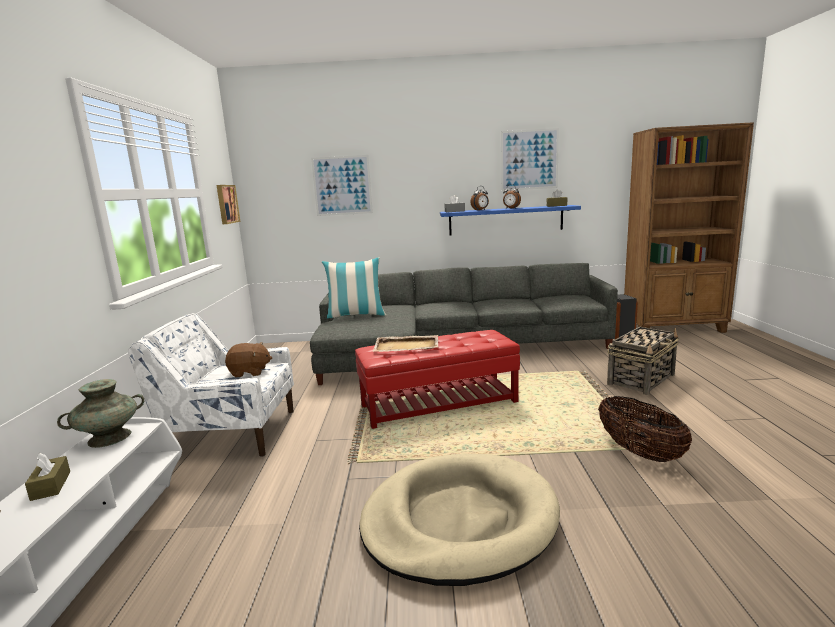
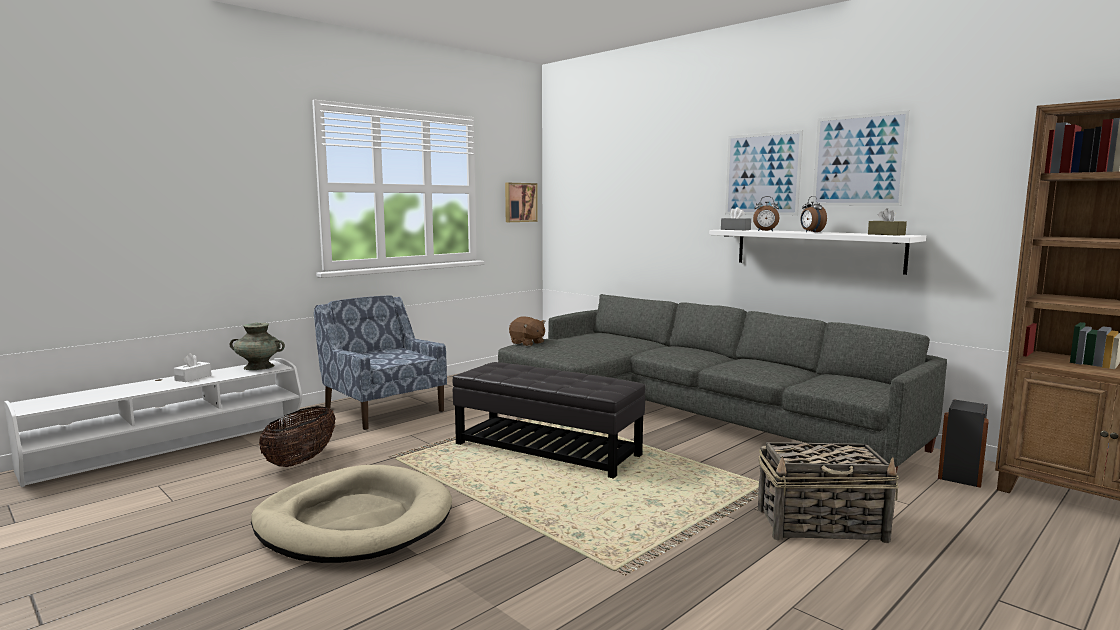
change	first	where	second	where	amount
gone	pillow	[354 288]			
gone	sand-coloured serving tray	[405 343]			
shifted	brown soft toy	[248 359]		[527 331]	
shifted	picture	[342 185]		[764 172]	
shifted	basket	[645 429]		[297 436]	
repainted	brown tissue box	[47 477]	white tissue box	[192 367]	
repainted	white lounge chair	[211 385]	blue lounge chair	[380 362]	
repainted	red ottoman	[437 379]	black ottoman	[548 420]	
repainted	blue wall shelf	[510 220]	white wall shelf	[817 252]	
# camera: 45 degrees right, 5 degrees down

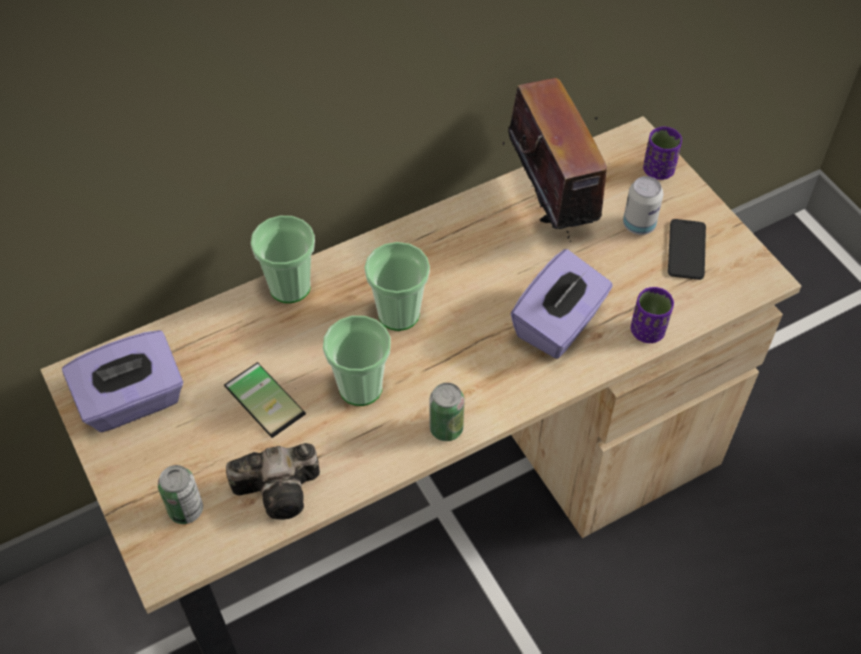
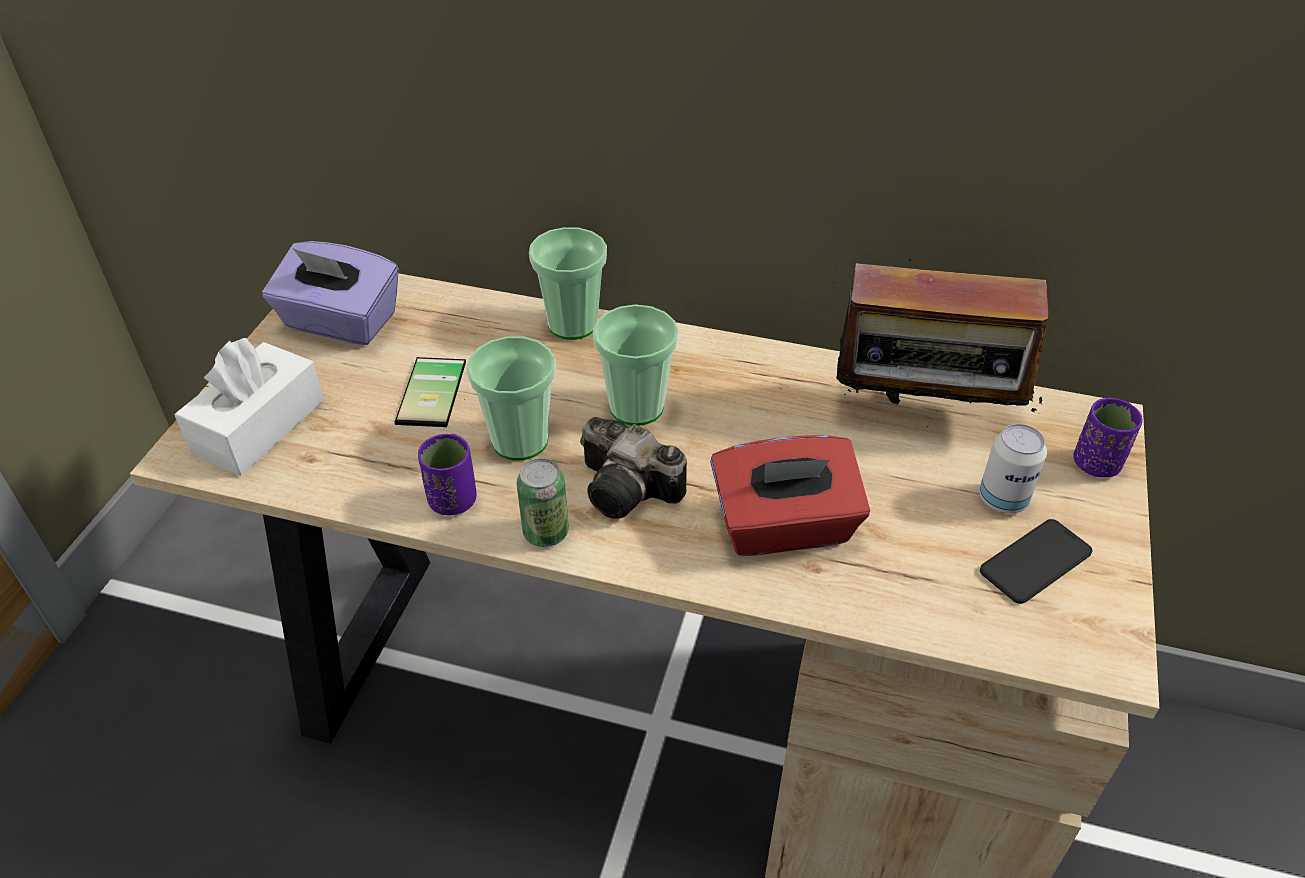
change	first	where	second	where	amount
shifted	still camera	[273 481]		[633 468]	
shifted	purple small cup	[652 315]		[447 474]	
swapped	sealed can	[180 494]	white tissue box	[249 407]	
repainted	purple tissue box	[561 304]	red tissue box	[790 495]	
rotated	radio set	[555 160]		[941 332]	75 degrees clockwise
# camera: 45 degrees right, 10 degrees down

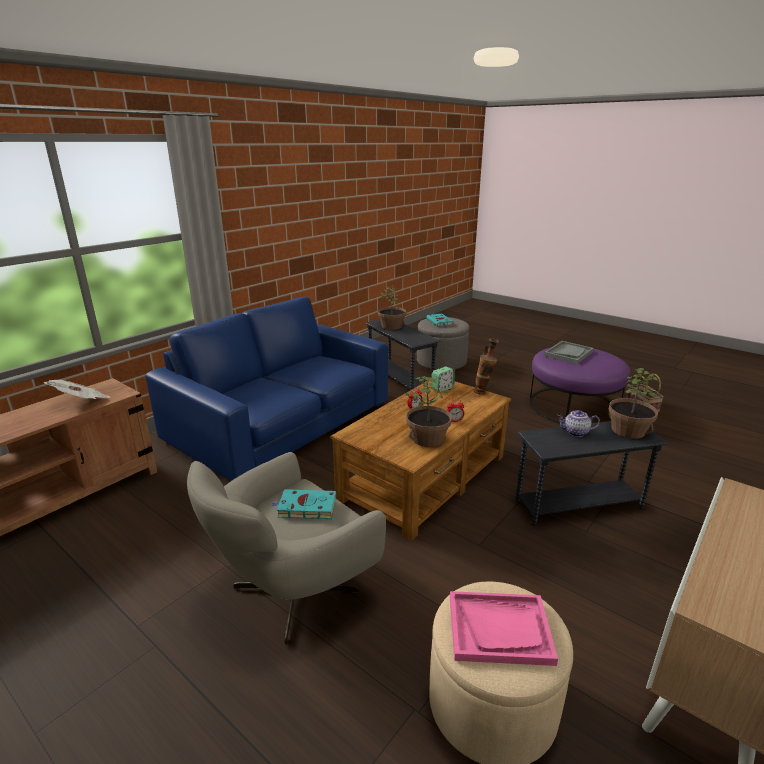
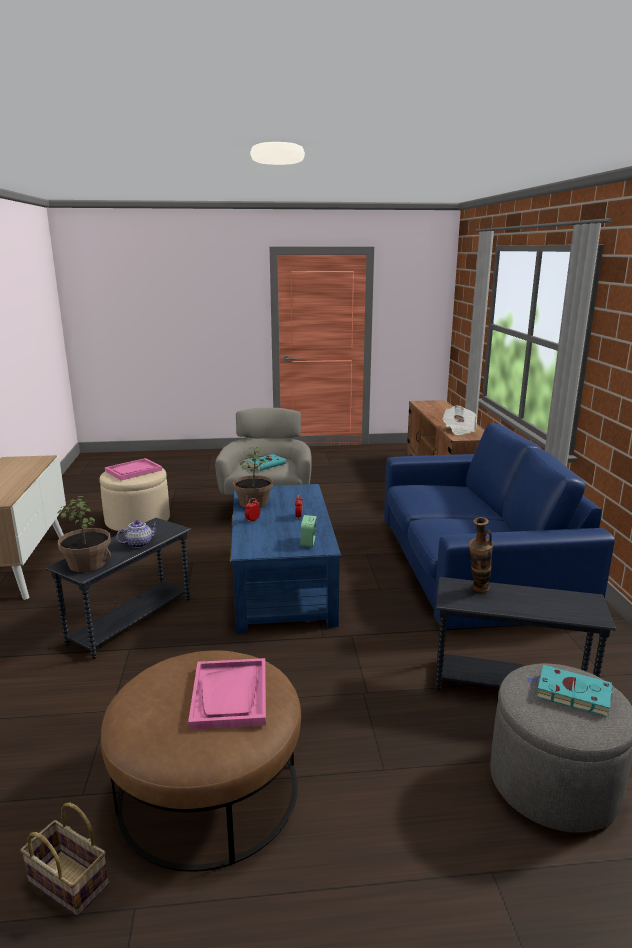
change	first	where	second	where	amount
gone	plant in a pot	[392 308]			
shifted	flower vase	[486 366]		[480 555]	
repainted	brown coffee table	[420 461]	blue coffee table	[285 558]	
repainted	purple ottoman	[579 385]	brown ottoman	[200 761]	
repainted	greyish serving tray	[569 352]	pink serving tray	[227 694]	
# camera: 135 degrees right, 5 degrees down

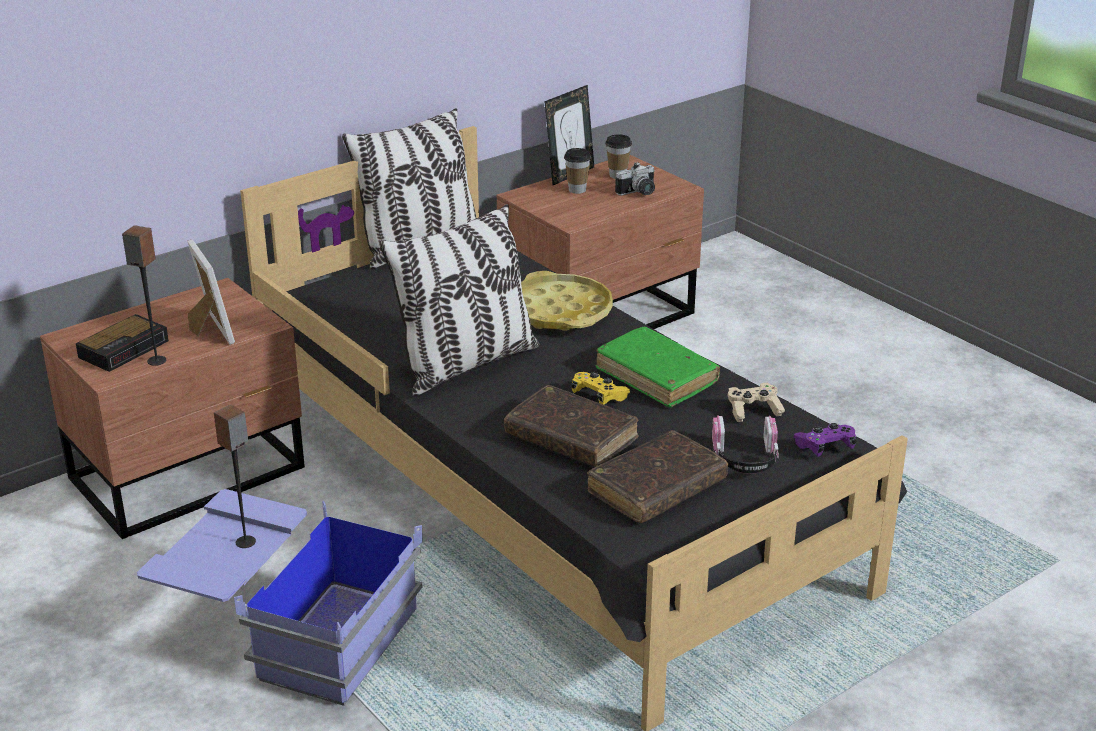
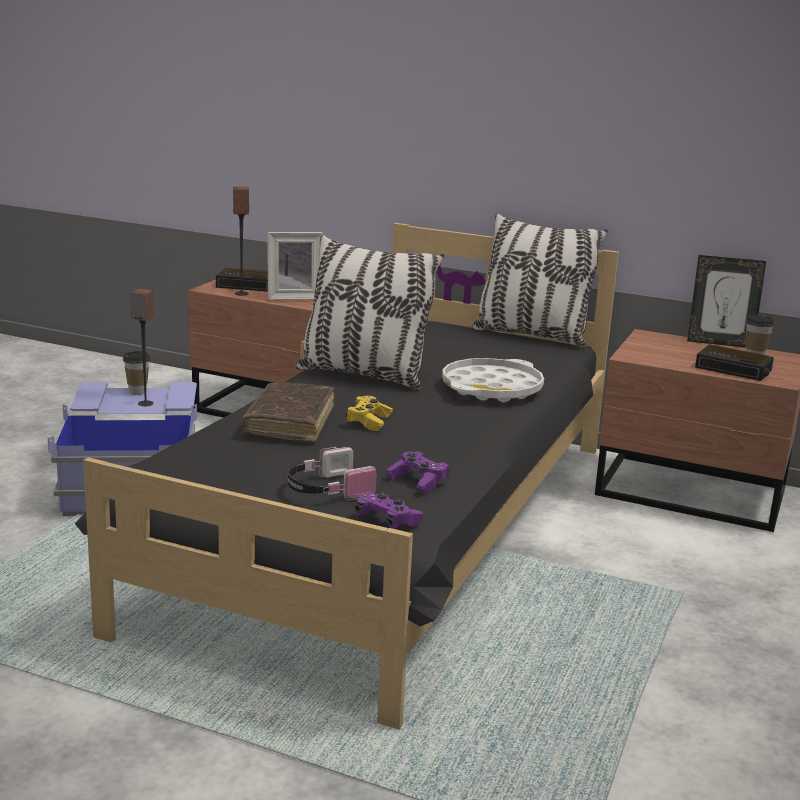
change	first	where	second	where	amount
gone	brown book	[657 476]			
gone	green book	[657 367]			
shifted	small cup	[577 171]		[136 373]	
swapped	still camera	[635 179]	table clock	[734 362]	
repainted	yellowish serving tray	[567 301]	white serving tray	[493 380]	
repainted	sand-coloured joypad	[756 402]	purple joypad	[418 472]	
rotated	standing frame	[211 292]		[295 266]	45 degrees clockwise
# camera: 60 degrees right, 10 degrees down

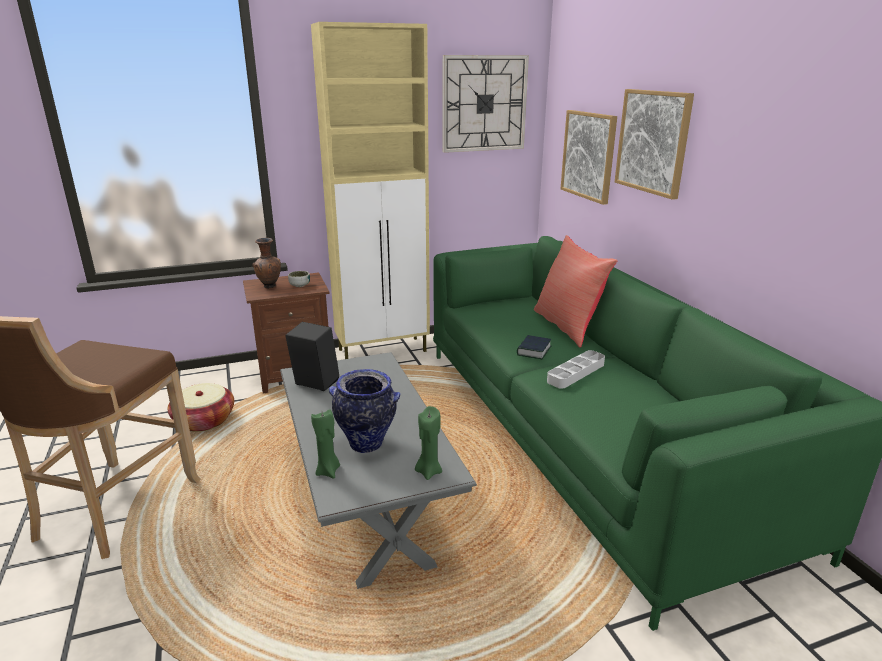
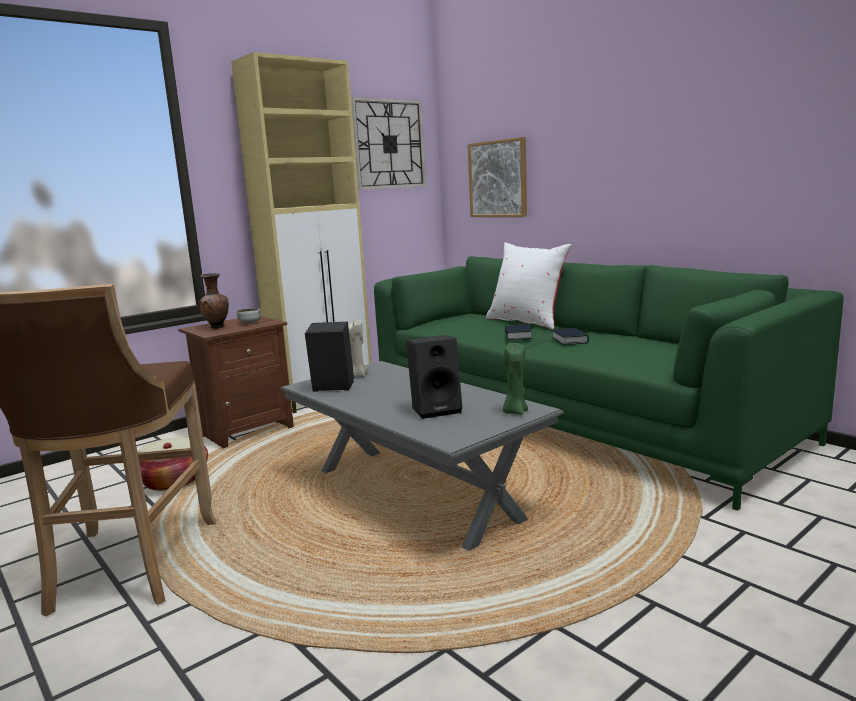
change	first	where	second	where	amount
gone	green wax candle	[325 444]			
gone	picture	[654 144]			
new			sand-coloured wax candle	[358 348]	
swapped	flower vase	[364 411]	black speaker	[434 377]	
swapped	greyish serving tray	[576 369]	book	[570 336]	
repainted	red pillow	[575 291]	white pillow	[529 286]	
# camera: 20 degrees left, 10 degrees down

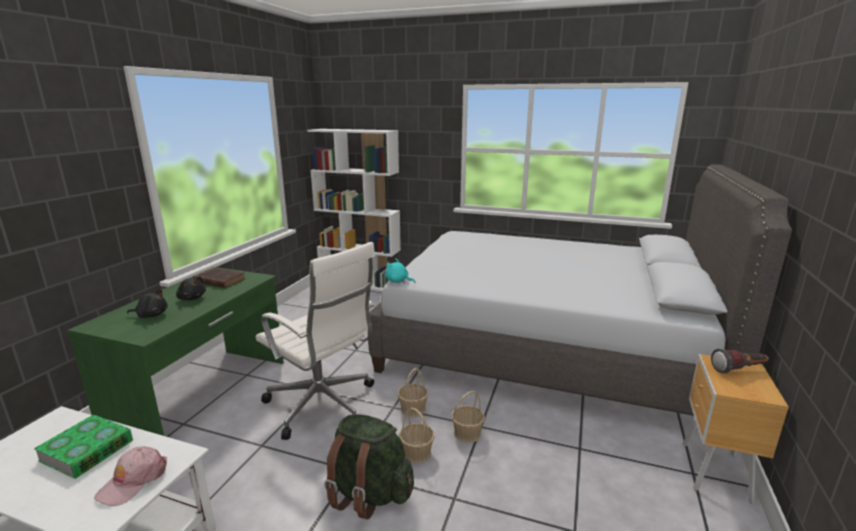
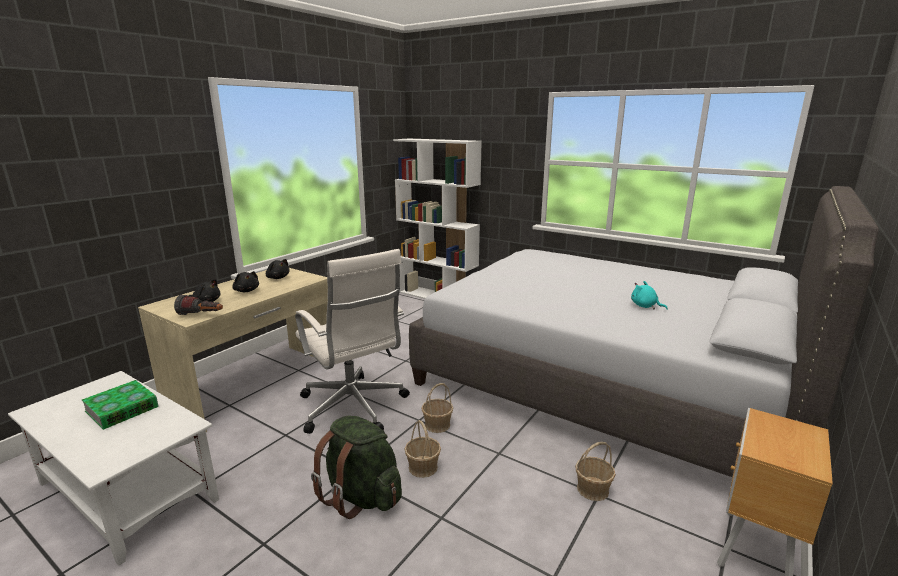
change	first	where	second	where	amount
gone	pink peaked cap	[130 476]			
shifted	turquoise soft toy	[400 271]		[649 295]	
shifted	basket	[468 417]		[595 471]	
shifted	flashlight	[740 361]		[198 305]	
swapped	brown book	[219 278]	black soft toy	[278 269]	
repainted	green desk unit	[175 351]	sand-coloured desk unit	[233 350]	
# camera: 15 degrees right, 0 degrees up

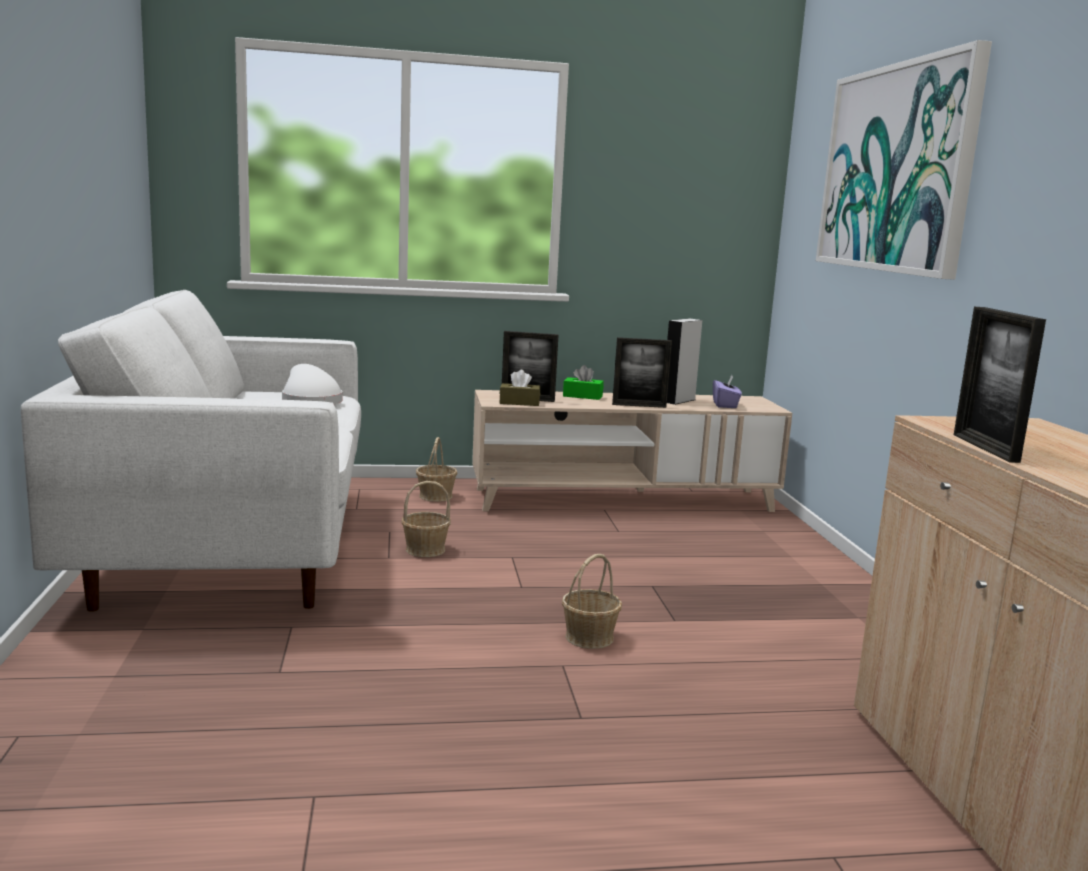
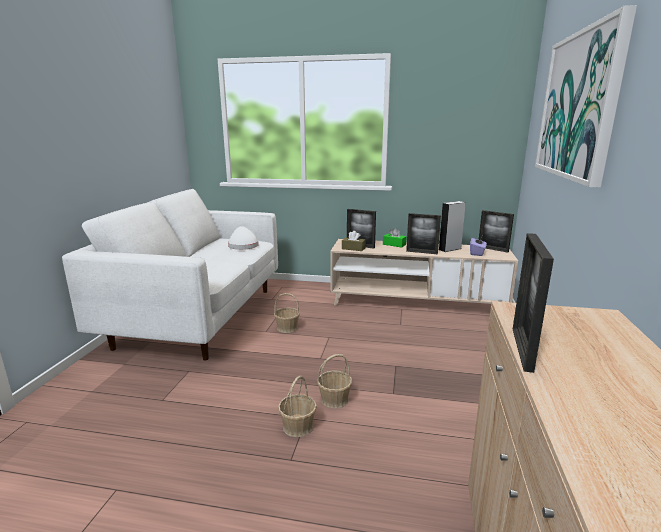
change	first	where	second	where	amount
new			standing frame	[496 231]	
shifted	basket	[436 469]		[297 406]	
# camera: 20 degrees right, 5 degrees up

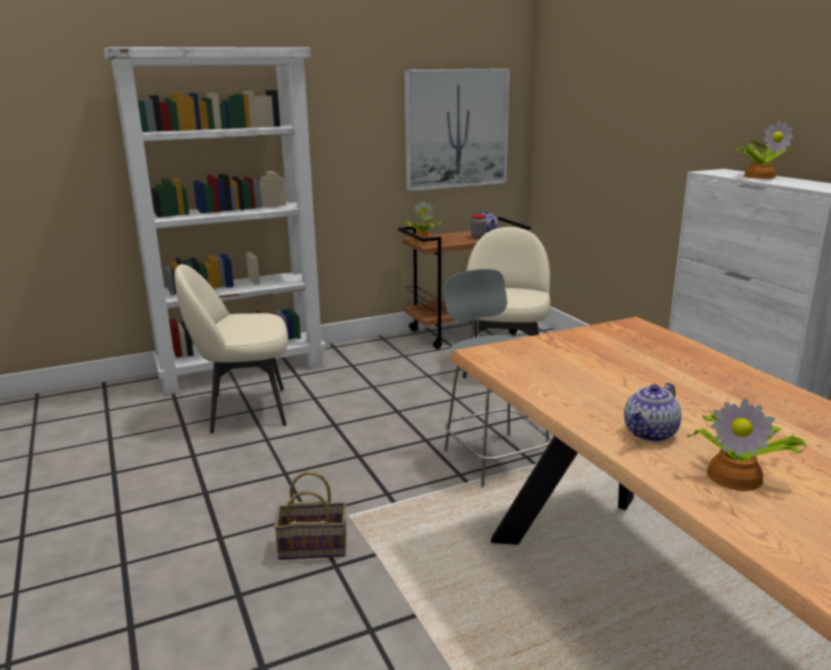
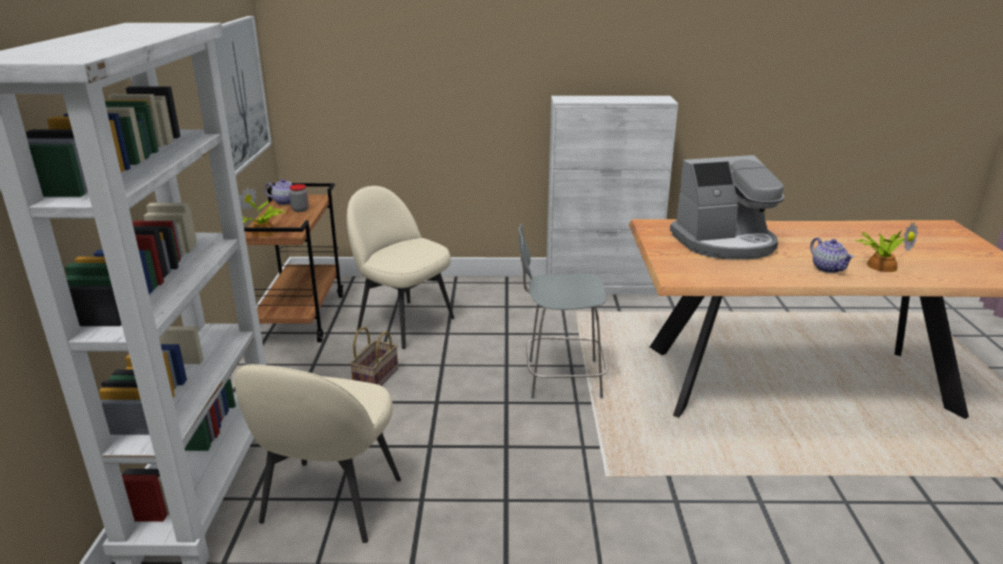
change	first	where	second	where	amount
gone	plant in a pot	[764 149]			
new			coffee machine	[727 207]	
shifted	basket	[310 515]		[374 356]	
# camera: 65 degrees left, 5 degrees up

